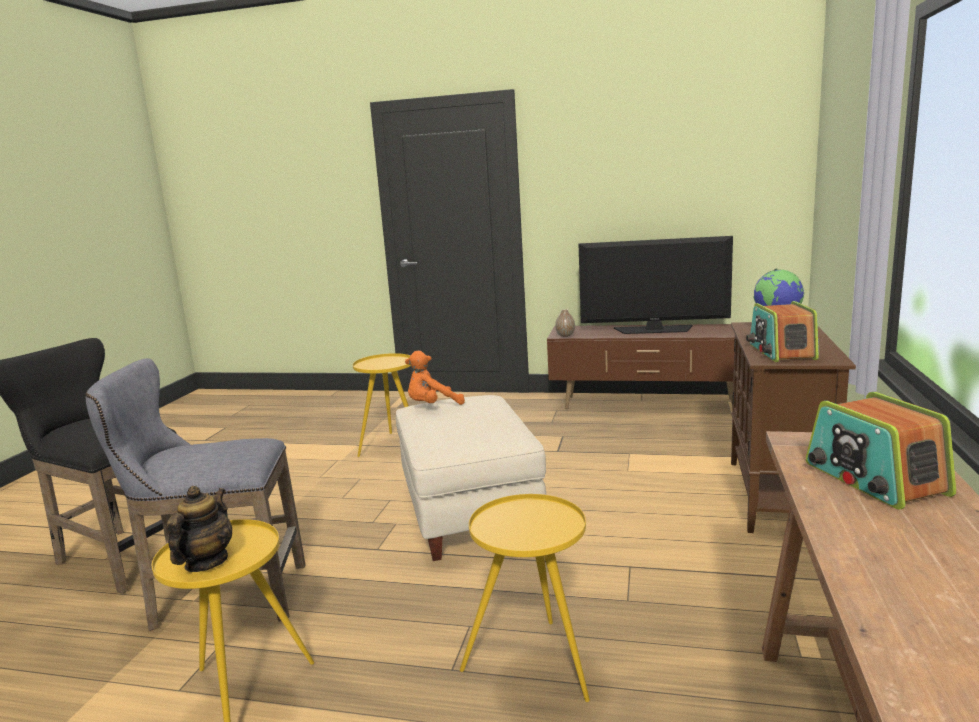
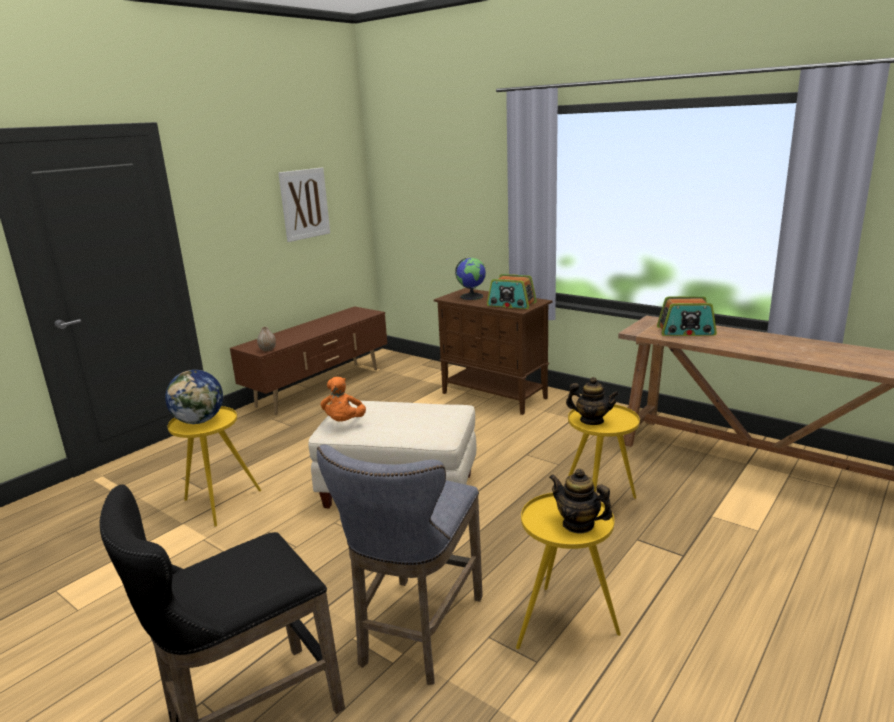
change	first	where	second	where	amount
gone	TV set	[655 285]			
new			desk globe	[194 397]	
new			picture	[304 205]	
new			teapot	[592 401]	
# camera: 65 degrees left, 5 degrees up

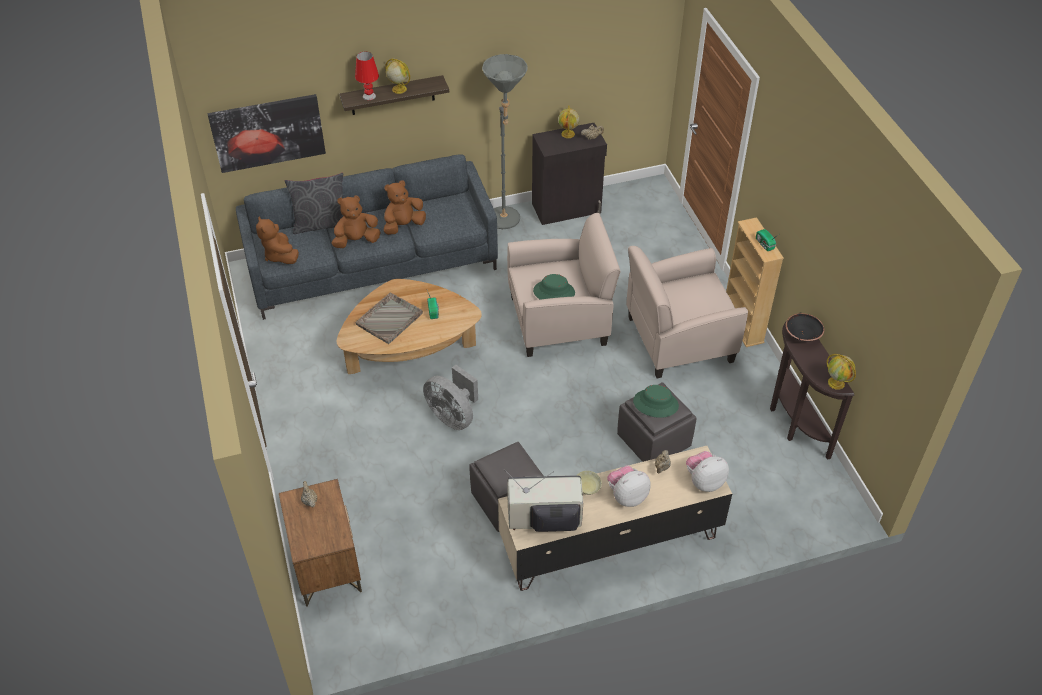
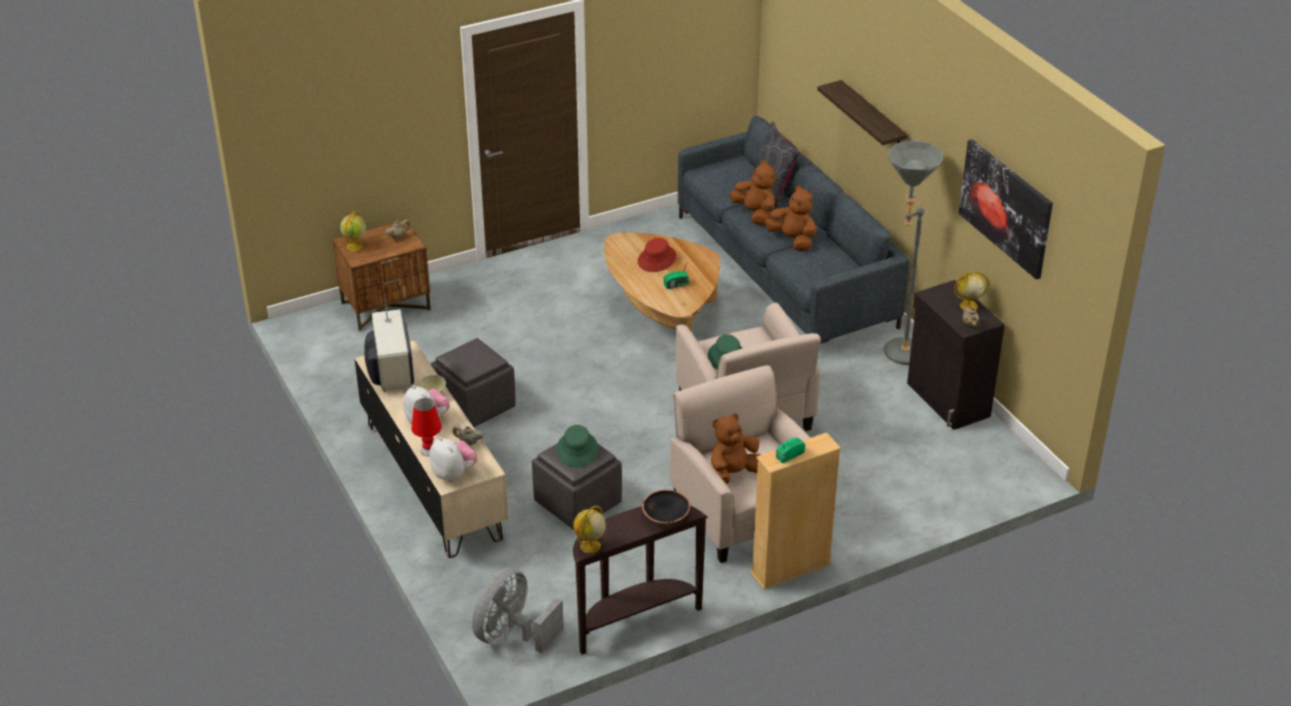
change	first	where	second	where	amount
shifted	picture	[266 133]		[1006 209]	
shifted	brown soft toy	[277 240]		[735 448]	
shifted	red lamp for a table	[367 76]		[426 427]	
shifted	desk globe	[397 76]		[353 231]	
shifted	greyish cooling fan	[450 397]		[518 610]	
swapped	greyish serving tray	[389 318]	red clothing hat	[657 255]	
# camera: 80 degrees right, 10 degrees down

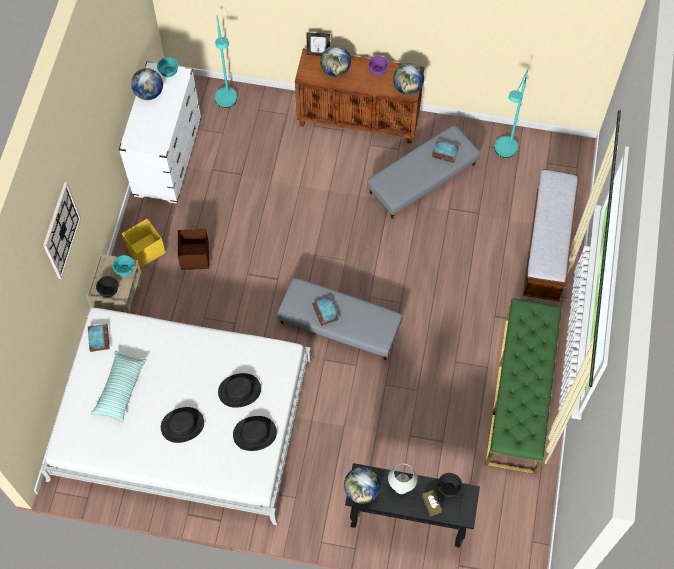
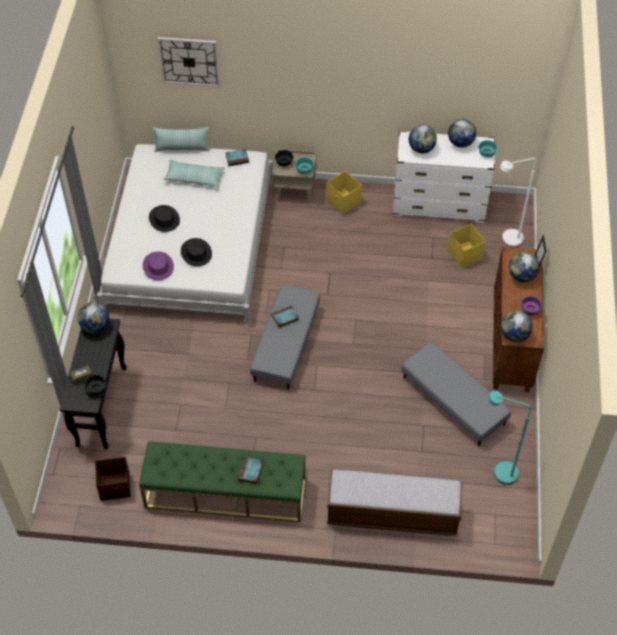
change	first	where	second	where	amount
gone	white lamp for a table	[403 479]			
new			pillow	[181 139]	
new			desk globe	[423 139]	
new			yellowish storage box	[467 246]	
shifted	clock on the wall	[62 230]		[189 62]	
shifted	brown storage box	[193 249]		[113 479]	
shifted	book	[445 152]		[250 471]	
repainted	turquoise floor lamp	[226 62]	white floor lamp	[518 202]	
repainted	black clothing hat	[255 433]	purple clothing hat	[158 266]	
# camera: 85 degrees right, 10 degrees down

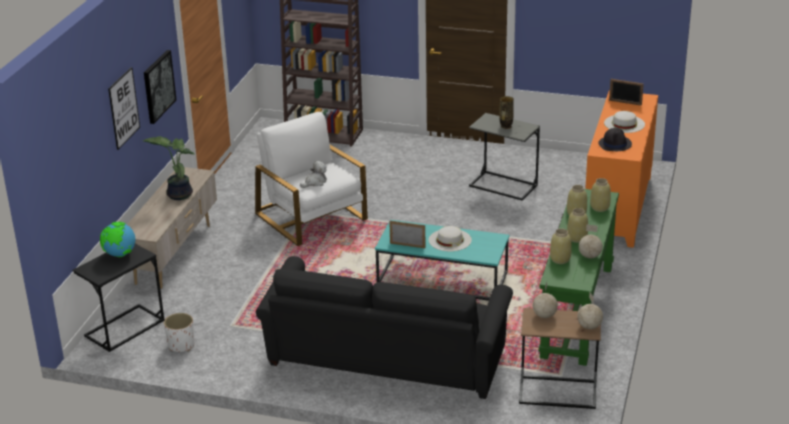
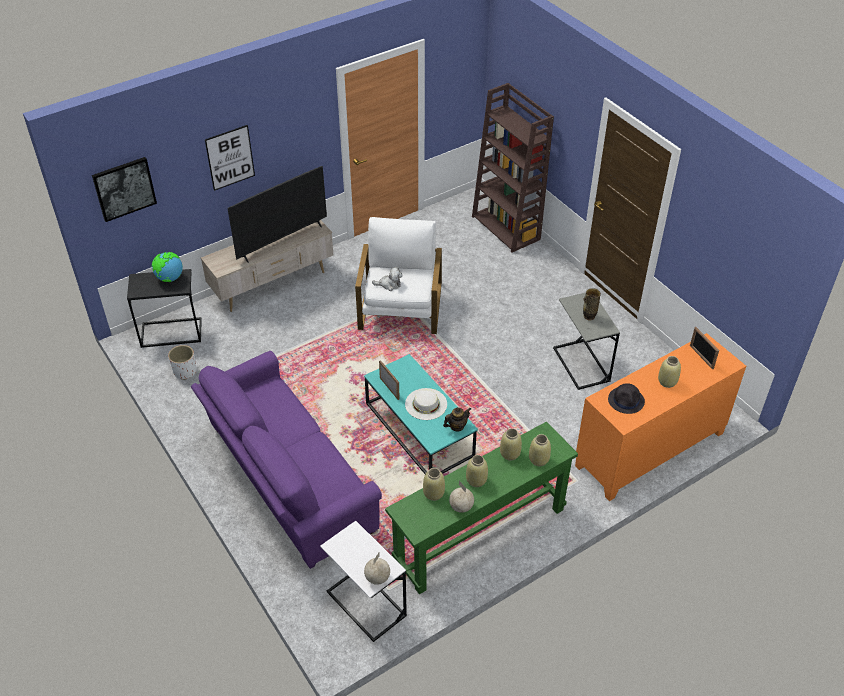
change	first	where	second	where	amount
gone	desk globe	[545 300]			
new			teapot	[457 419]	
shifted	picture	[160 87]		[124 189]	
swapped	plant in a pot	[169 168]	TV set	[277 214]	
swapped	white clothing hat	[624 122]	sand-coloured flower vase	[669 372]	
repainted	black settee	[384 327]	purple settee	[286 460]	
repainted	brown side table	[560 358]	white side table	[363 581]	
# camera: 40 degrees right, 15 degrees up

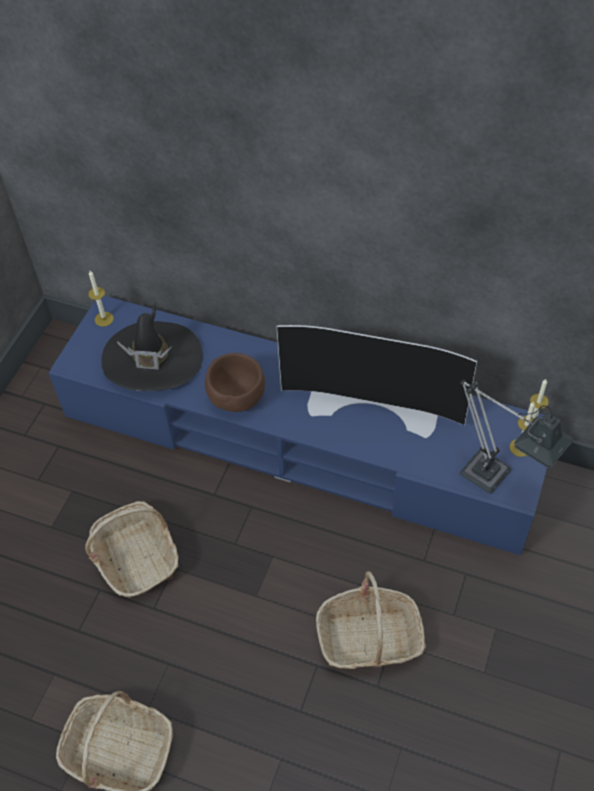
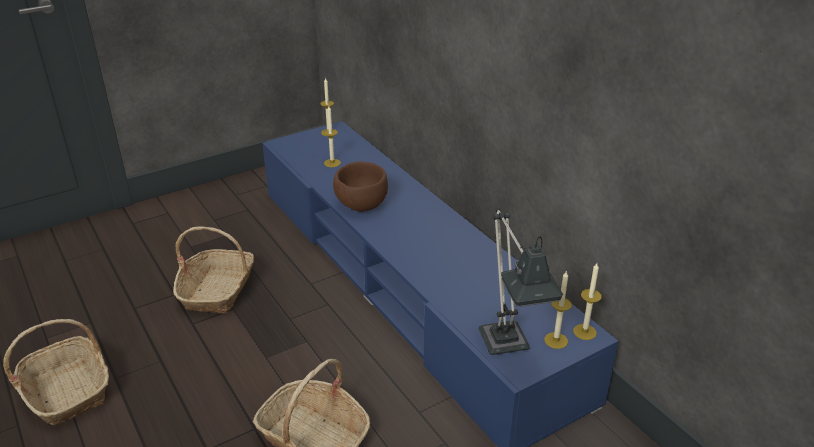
change	first	where	second	where	amount
gone	TV set	[376 381]			
swapped	black clothing hat	[151 346]	wax candle	[332 136]	
# camera: 35 degrees right, 20 degrees down

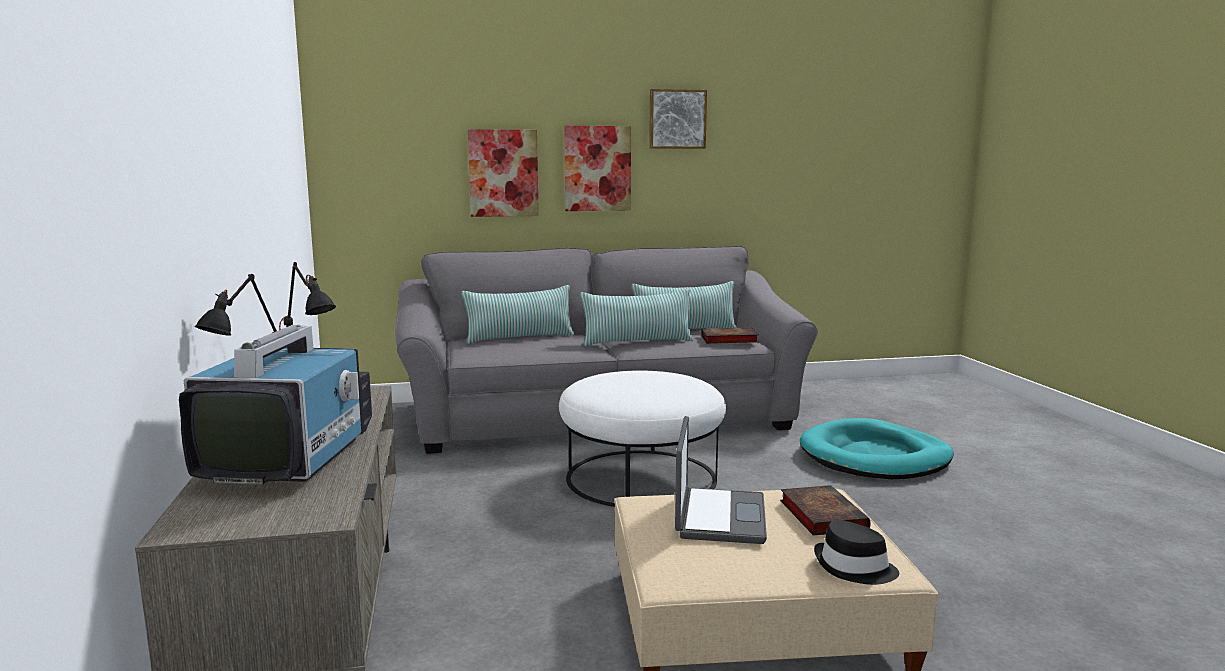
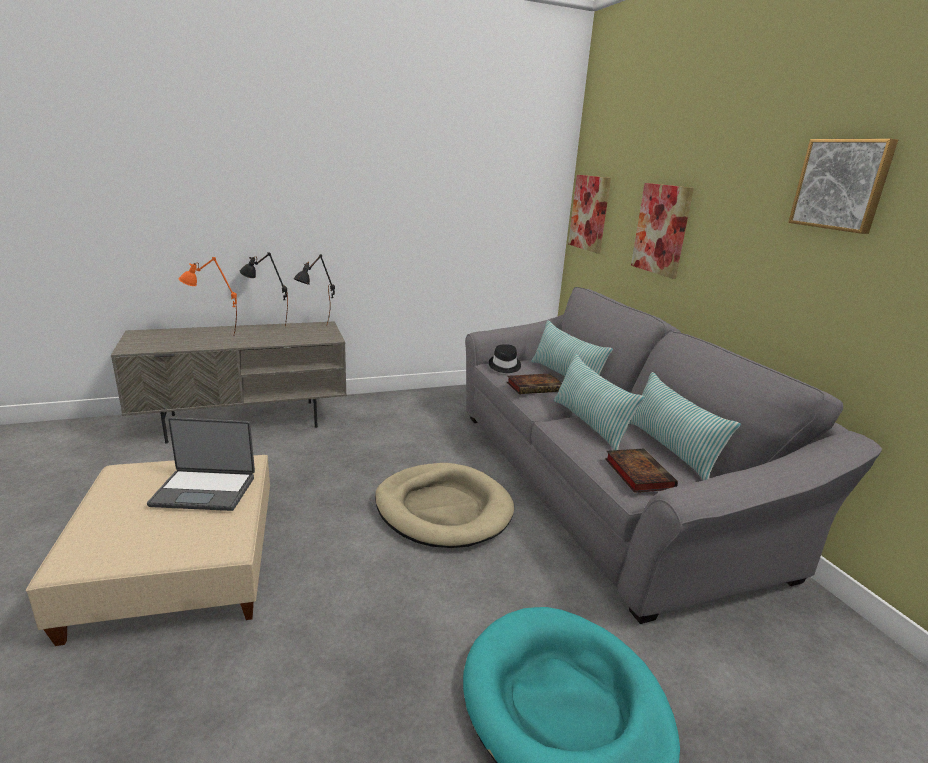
change	first	where	second	where	amount
shifted	picture	[597 168]		[589 214]	
shifted	book	[825 510]		[534 384]	
shifted	black clothing hat	[856 552]		[505 358]	
swapped	TV set	[275 405]	orange lamp for a table	[208 296]	
swapped	white ottoman	[642 438]	sand-coloured dog bed	[444 505]	
# camera: 80 degrees right, 10 degrees up

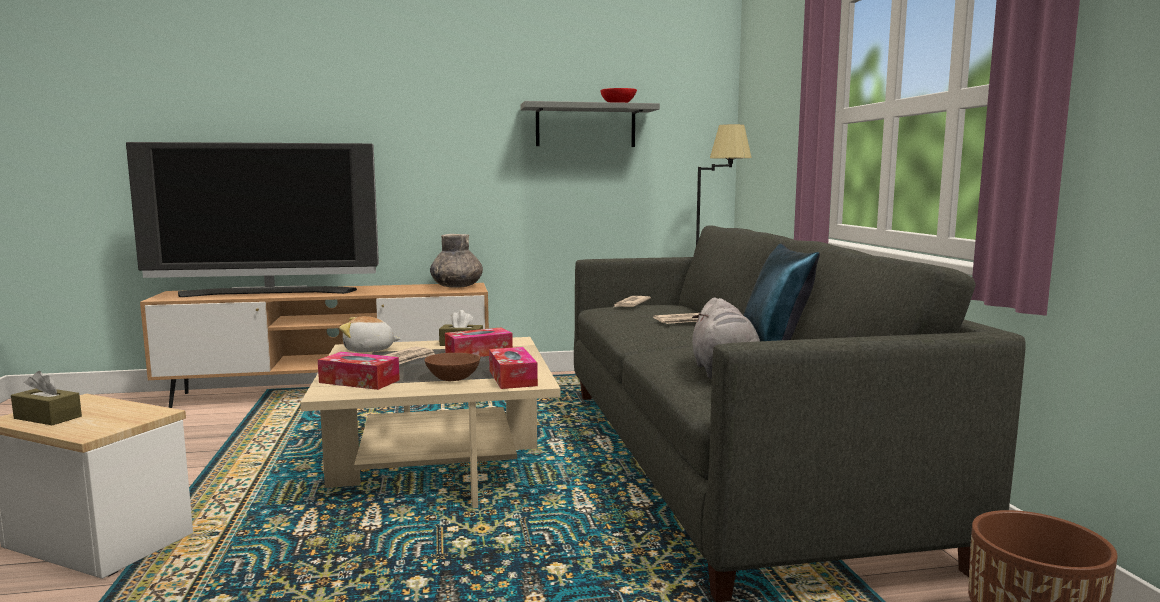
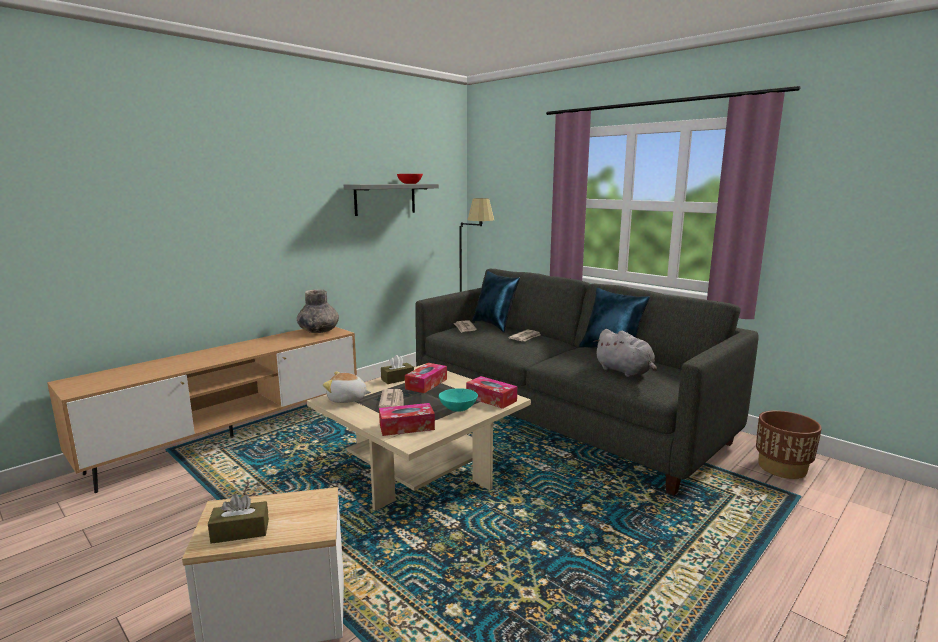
change	first	where	second	where	amount
gone	TV set	[252 219]			
new			blue pillow	[496 301]	
repainted	brown deep dish	[452 367]	turquoise deep dish	[458 400]	
rotated	soft toy	[370 334]		[347 387]	45 degrees clockwise
# camera: 35 degrees left, 5 degrees up

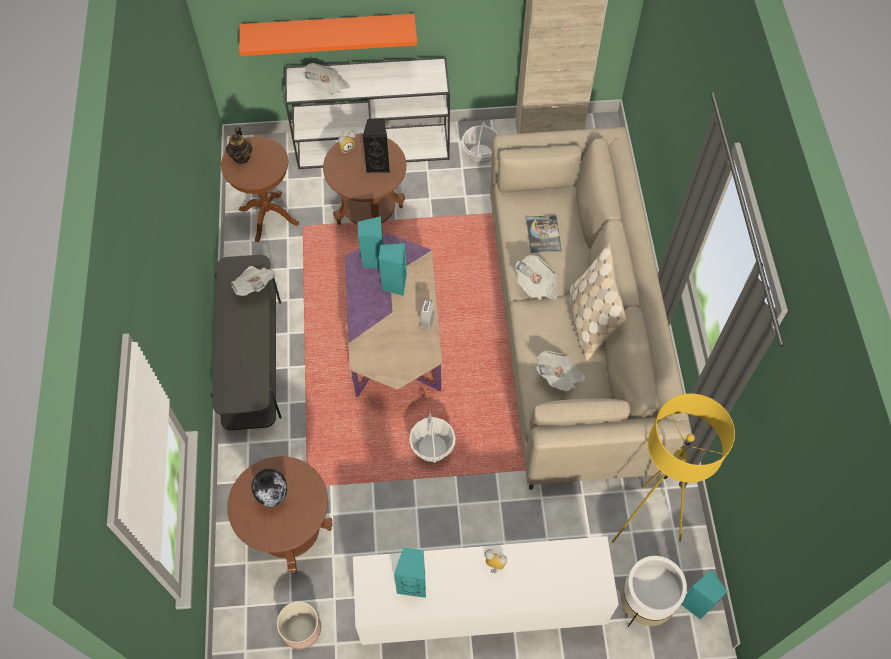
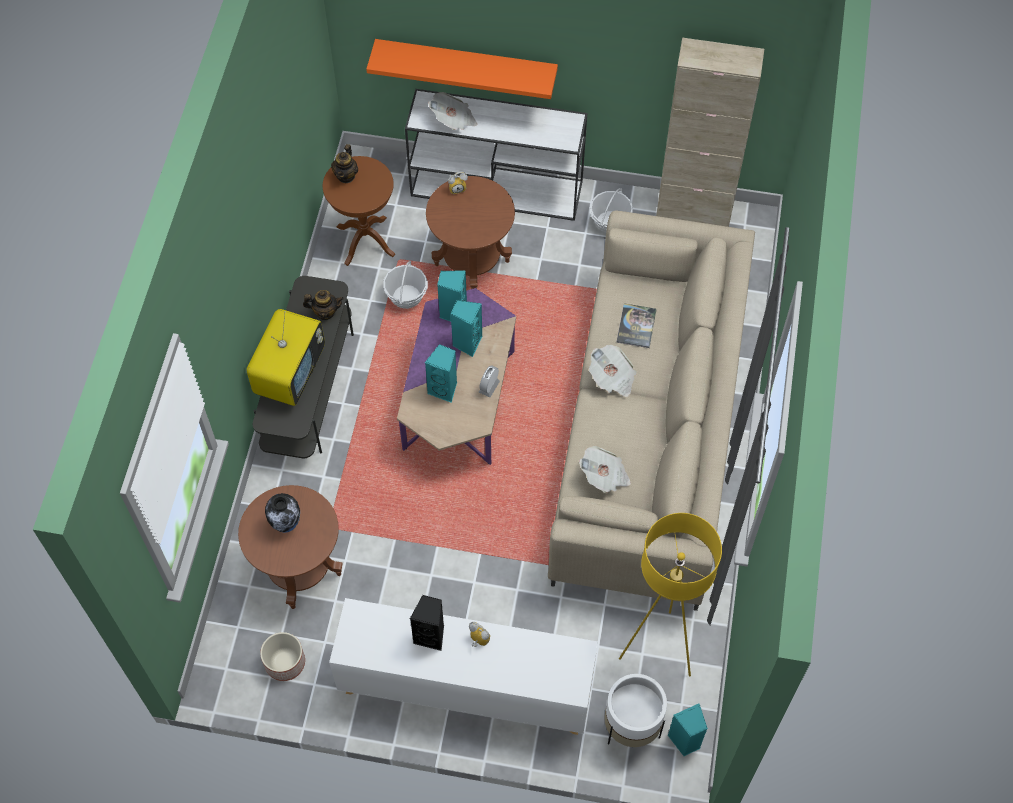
change	first	where	second	where	amount
gone	sand-coloured pillow	[598 302]			
new			TV set	[285 357]	
shifted	black speaker	[376 146]		[427 623]	
shifted	turquoise speaker	[410 572]		[441 373]	
shifted	basket	[432 438]		[405 285]	
swapped	daily paper	[252 281]	teapot	[323 305]	
# camera: 15 degrees right, 0 degrees up

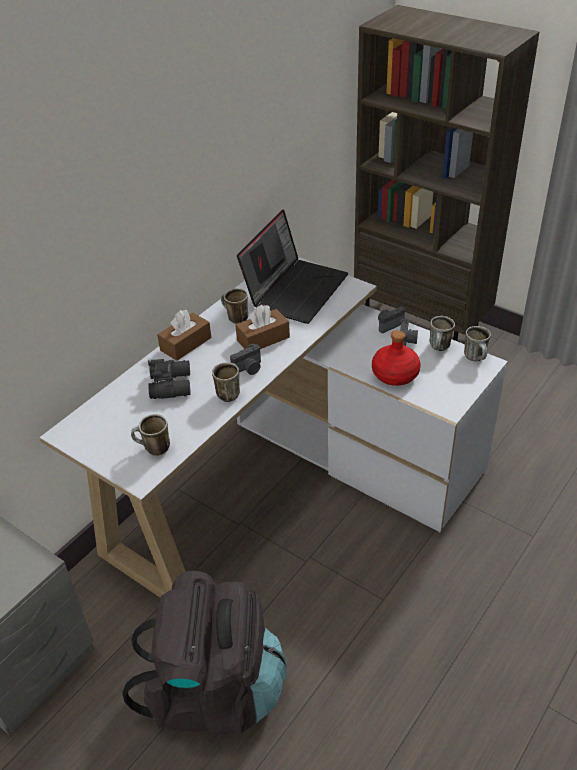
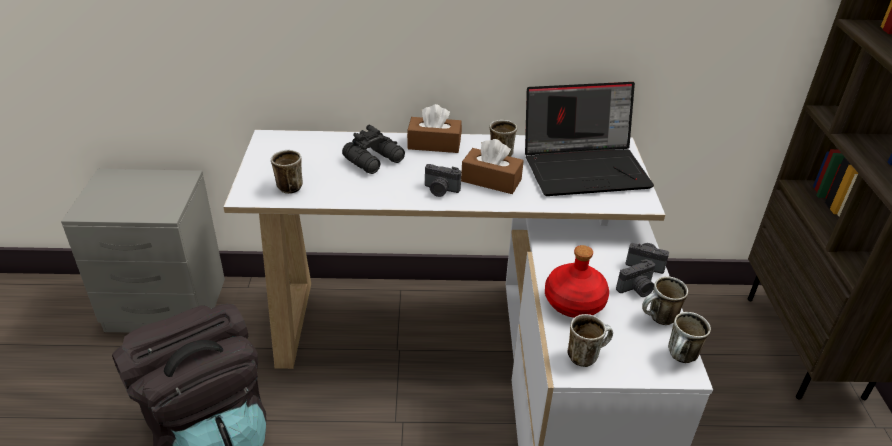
change	first	where	second	where	amount
shifted	tea mug	[226 382]		[590 340]	
# camera: 50 degrees right, 5 degrees down

